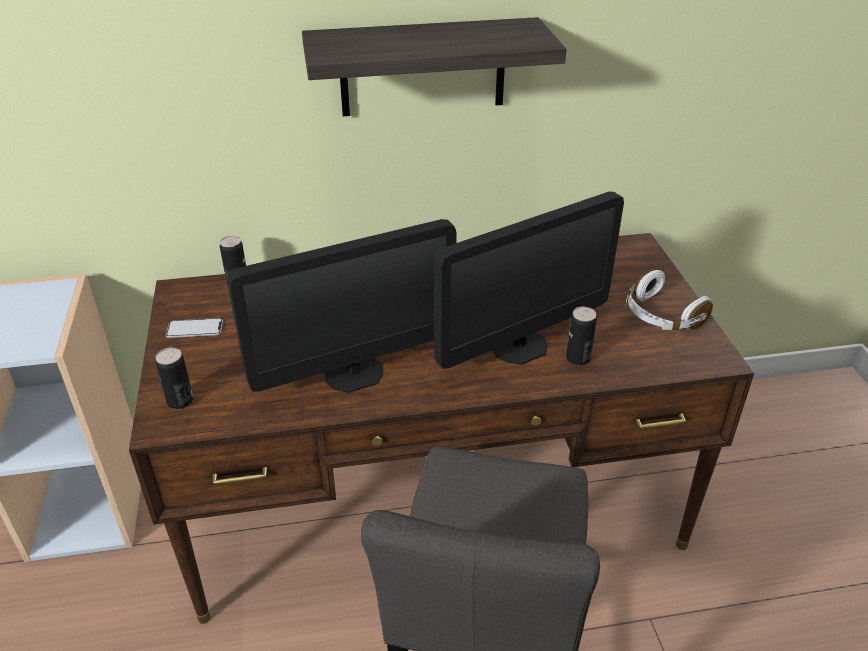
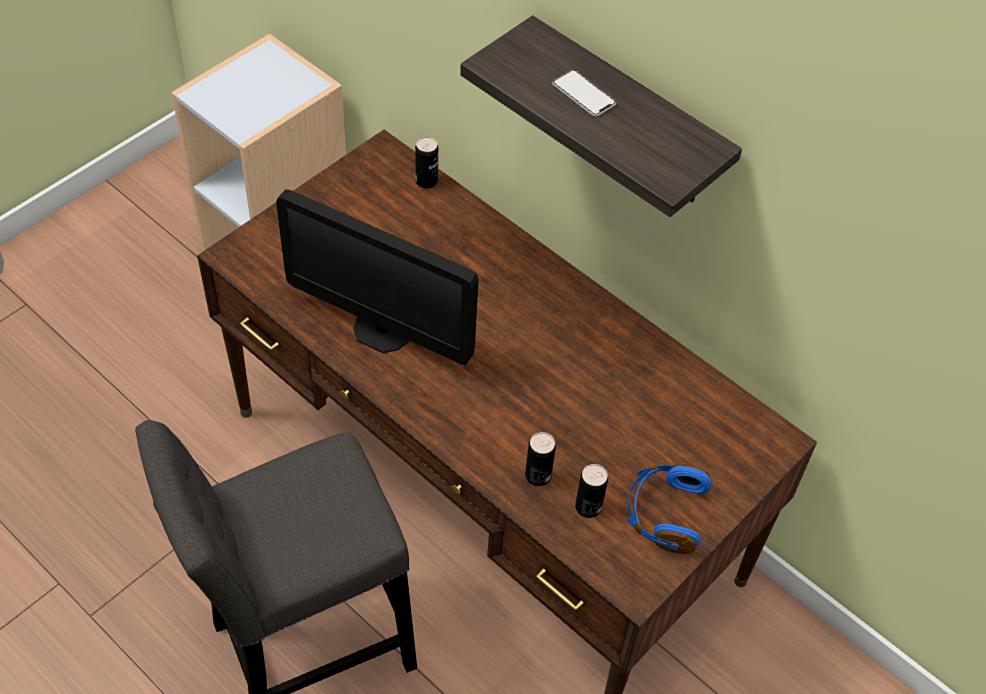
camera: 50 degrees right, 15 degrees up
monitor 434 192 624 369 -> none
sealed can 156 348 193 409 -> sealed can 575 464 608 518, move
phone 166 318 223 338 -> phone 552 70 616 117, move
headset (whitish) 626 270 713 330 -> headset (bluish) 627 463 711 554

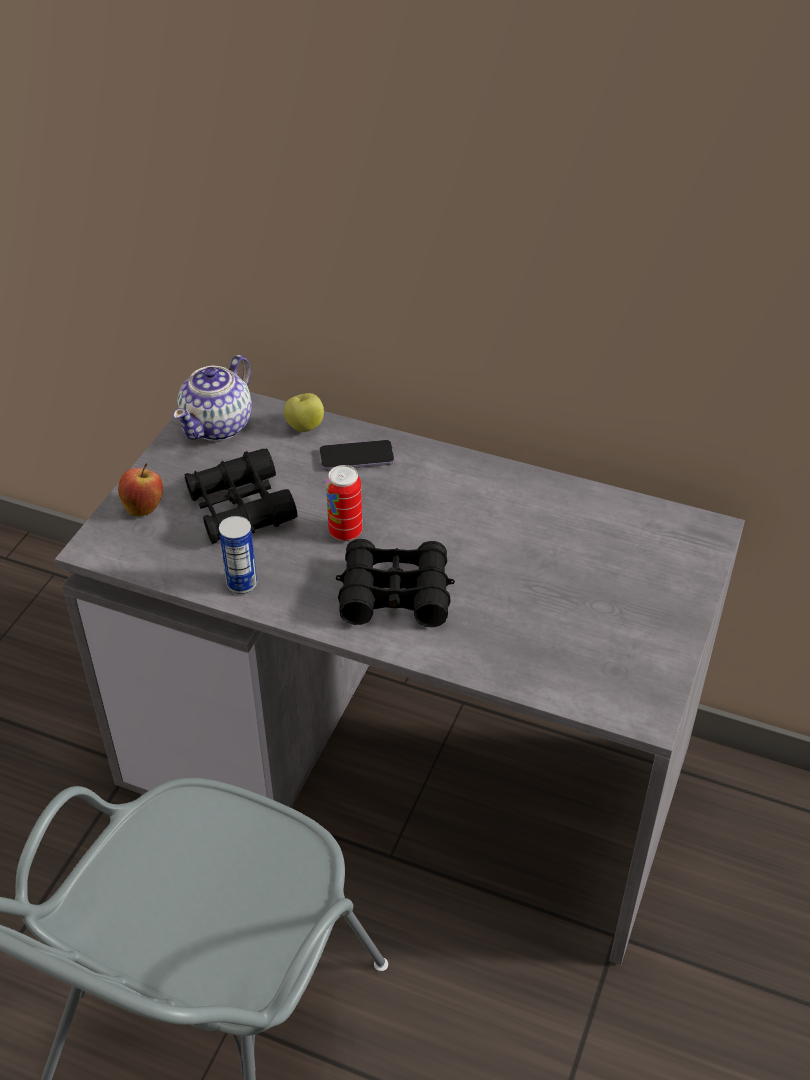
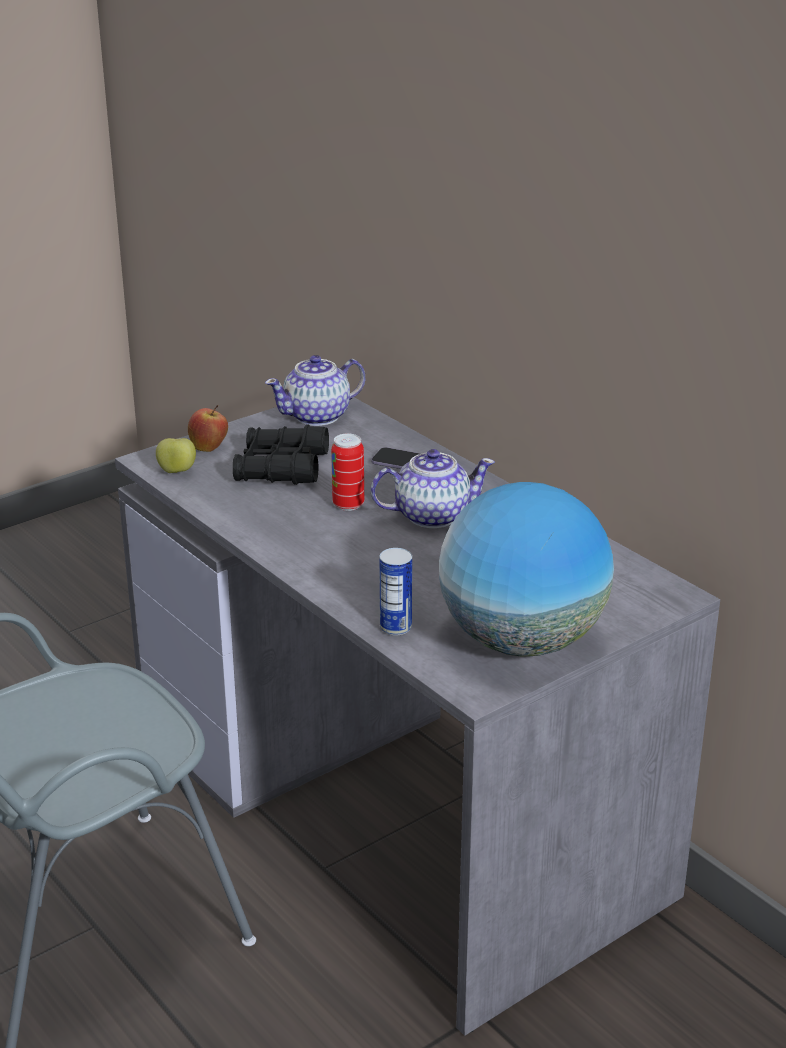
camera: 30 degrees right, 15 degrees down
pair of binoculars (black-coloured) 336 539 455 627 -> none
none -> tea pot 371 449 495 528
none -> world globe 439 482 614 657
sealed can 219 516 257 594 -> sealed can 379 548 412 636, move
apple fruit 284 393 324 432 -> apple fruit 156 438 196 473, move

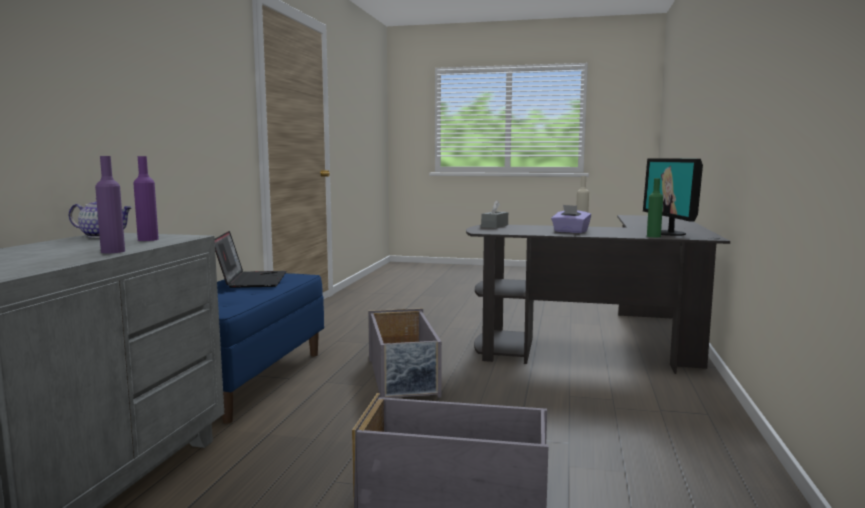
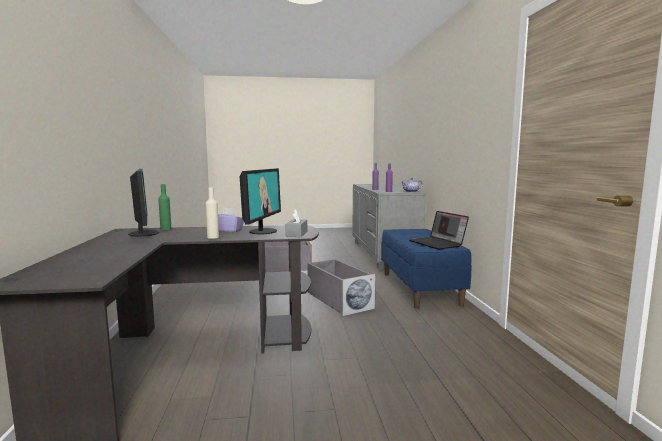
camera: 160 degrees right, 0 degrees up
none -> monitor 240 168 281 235

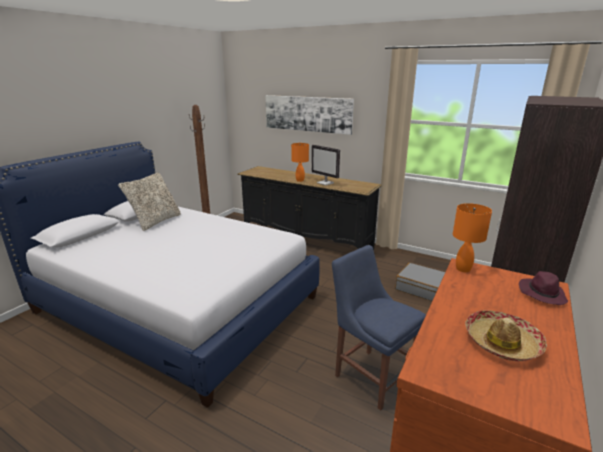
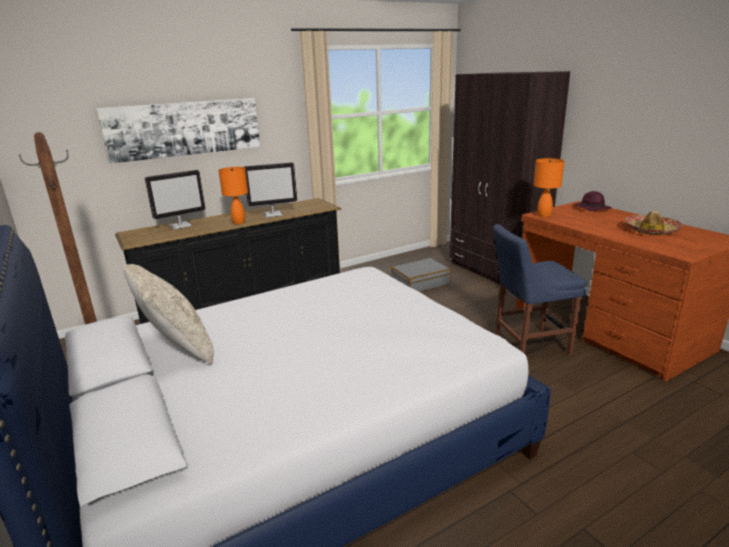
camera: 60 degrees left, 0 degrees up
none -> monitor 145 170 205 230

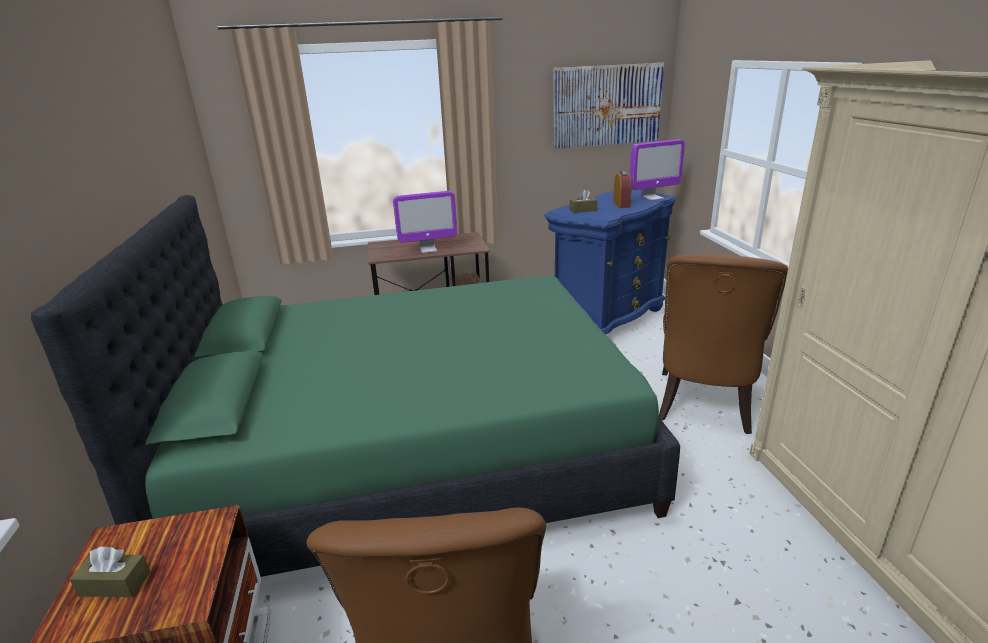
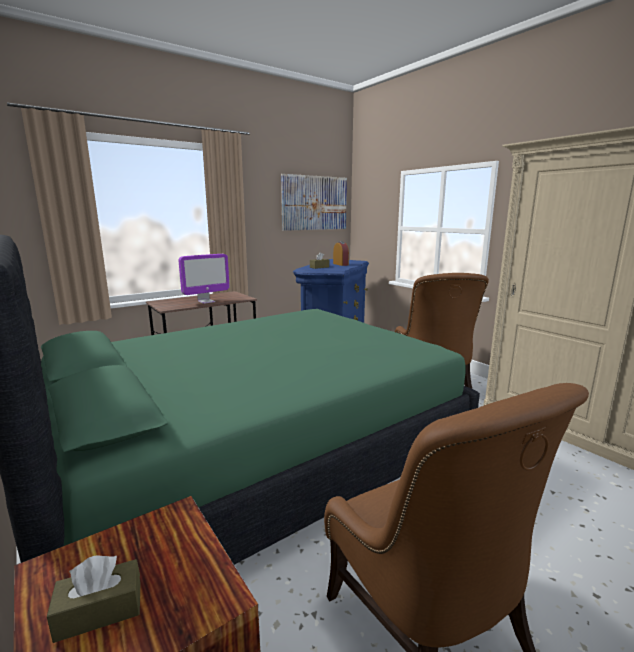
camera: 25 degrees left, 10 degrees down
monitor 630 139 685 201 -> none

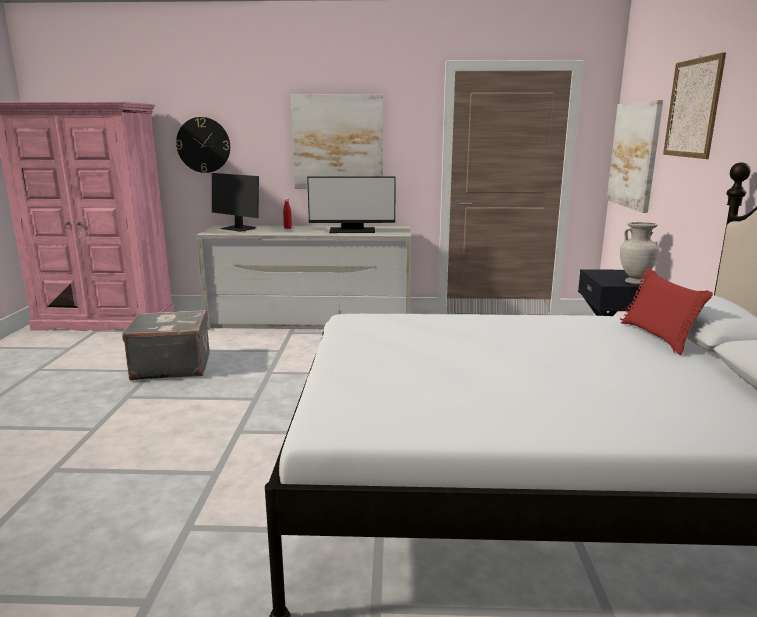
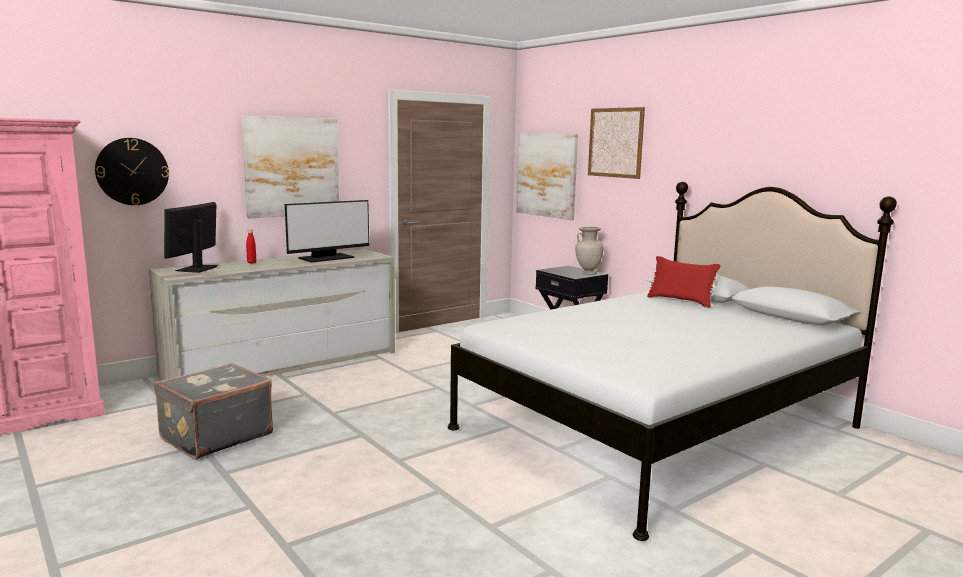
camera: 40 degrees left, 5 degrees down
monitor 212 173 259 232 -> monitor 164 202 218 273, 105 degrees clockwise

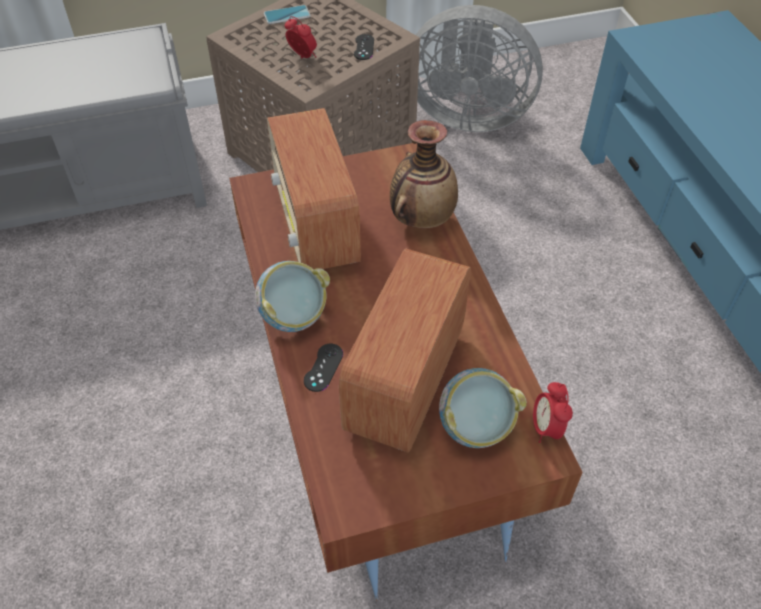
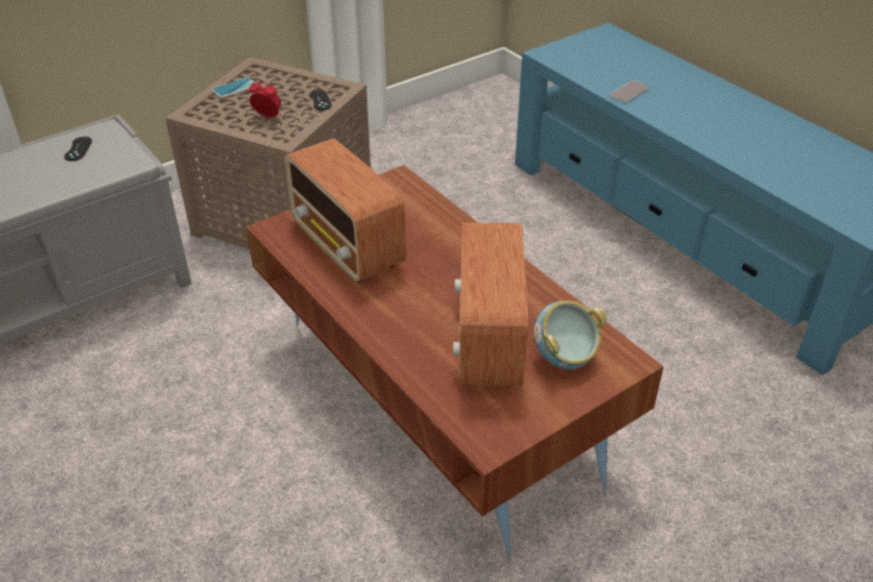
camera: 20 degrees left, 10 degrees down
deep dish 255 261 330 332 -> none
vase 390 120 458 228 -> none
fan (greyish) 416 5 543 132 -> none
bedside clock 533 382 573 443 -> none
none -> phone 610 80 649 103
joypad (black-coloured) 304 344 343 392 -> joypad (black-coloured) 64 137 92 161, move

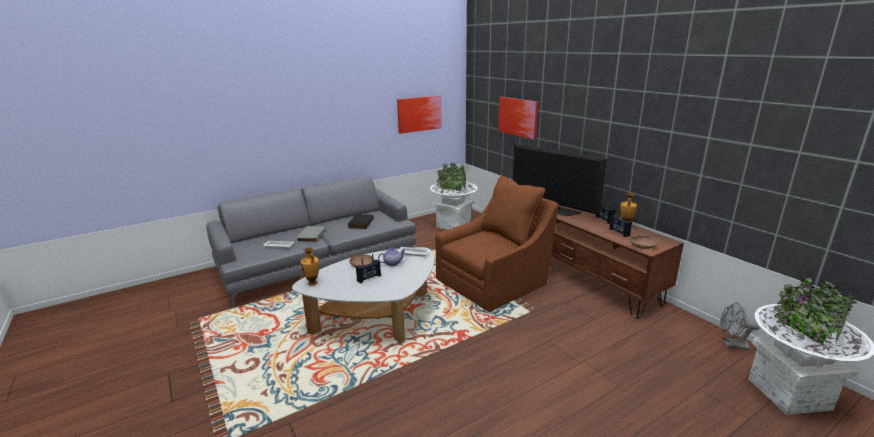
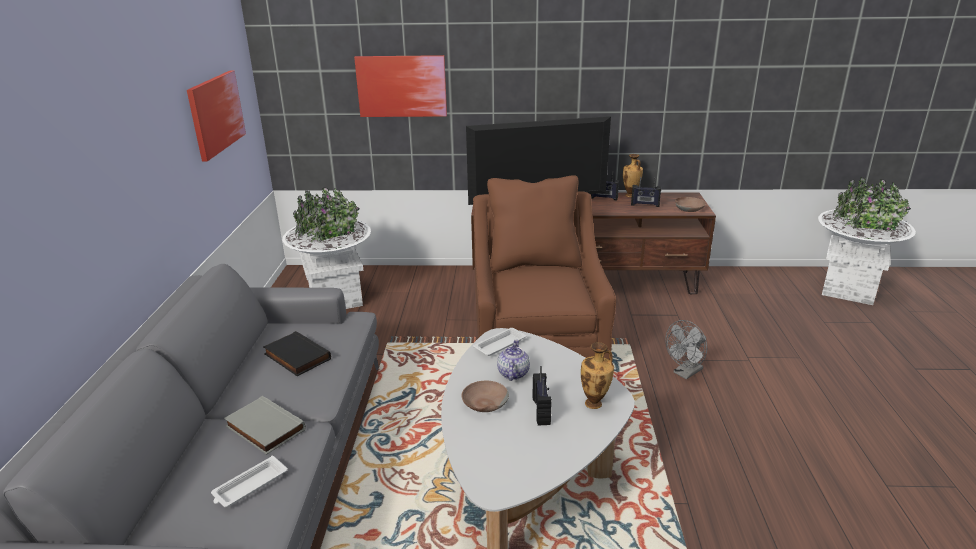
camera: 55 degrees left, 5 degrees up
vase 301 248 319 286 -> vase 581 342 614 409, move
fan (greyish) 720 303 760 350 -> fan (greyish) 665 320 707 379, move

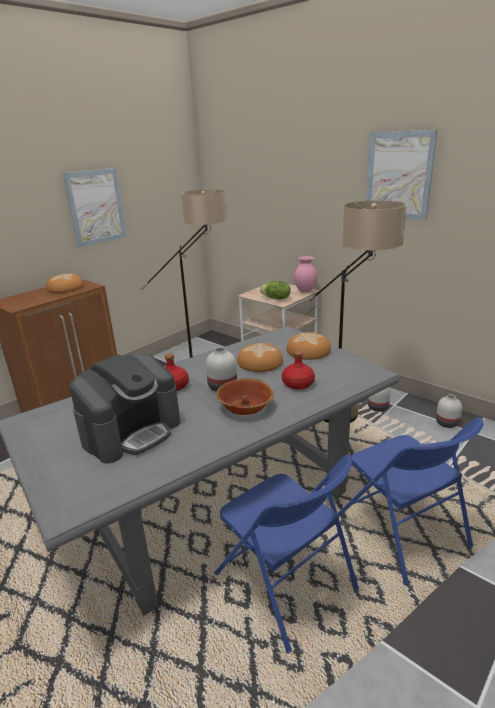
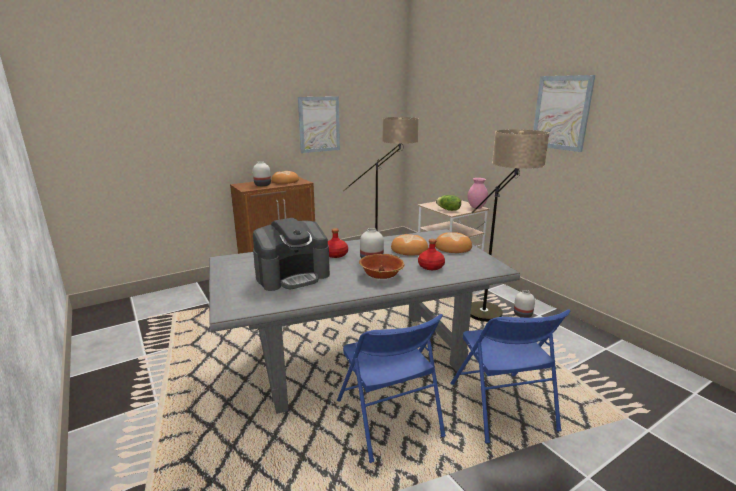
camera: 15 degrees right, 5 degrees down
vase (whitish) 436 395 462 428 -> vase (whitish) 253 161 271 186, move

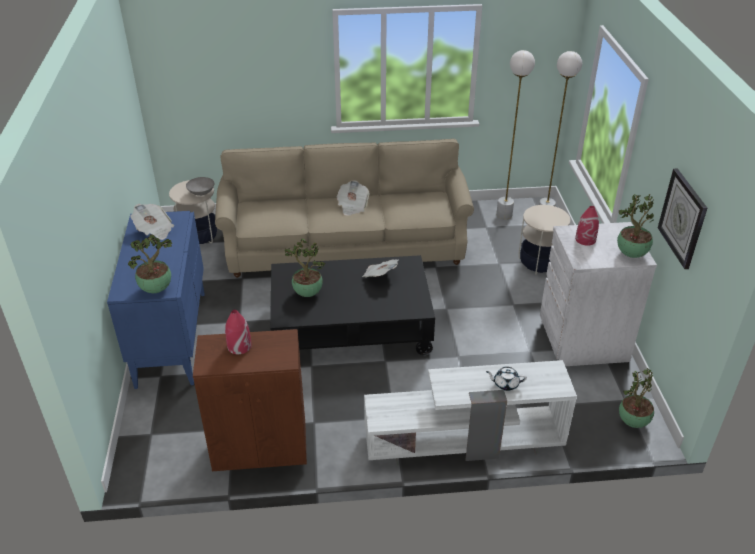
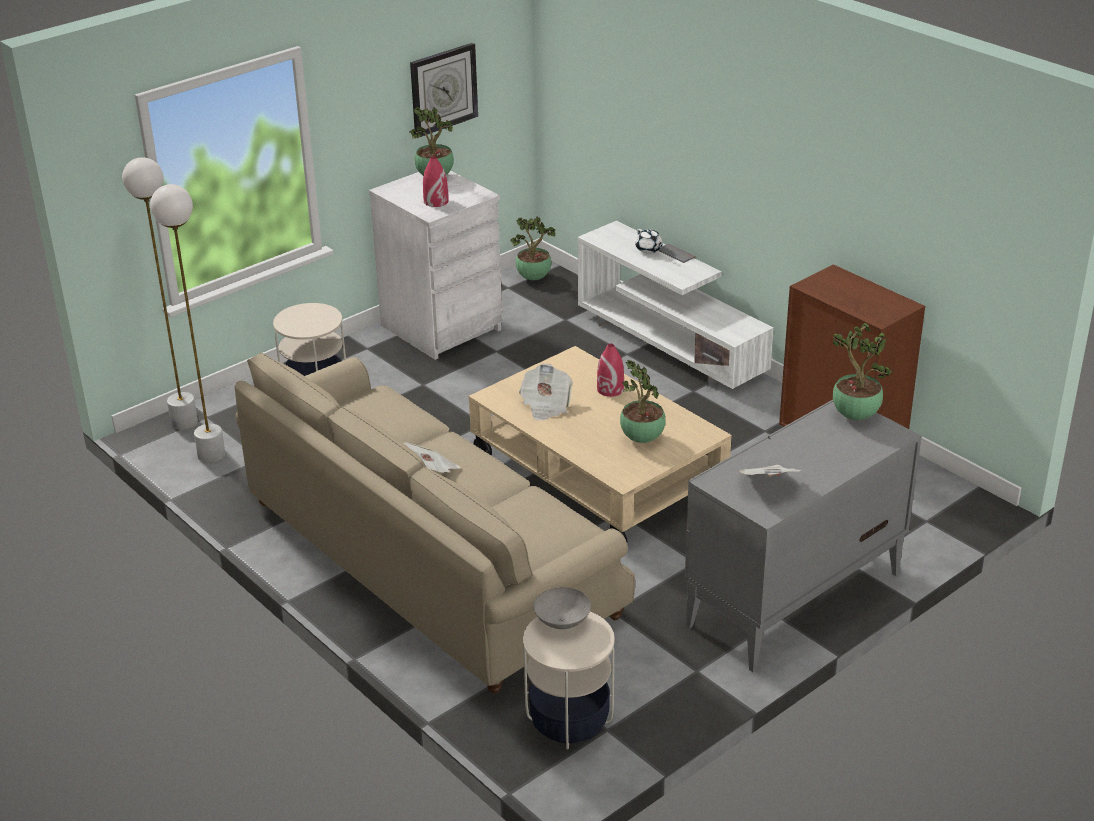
camera: 125 degrees left, 5 degrees down
vase (reddish) 225 310 252 354 -> vase (reddish) 597 344 624 397, move
cabinet (bluish) 107 211 205 389 -> cabinet (greyish) 685 400 922 672
coffee table (black-coloured) 270 255 435 355 -> coffee table (beige) 469 346 732 544

